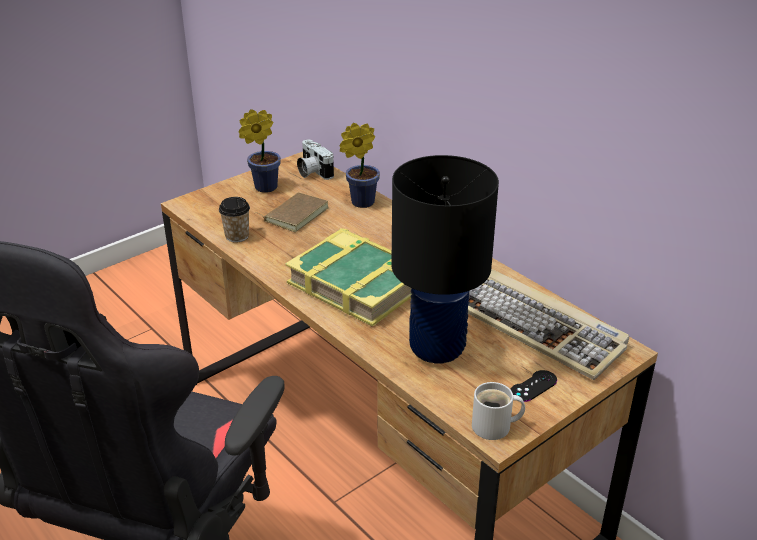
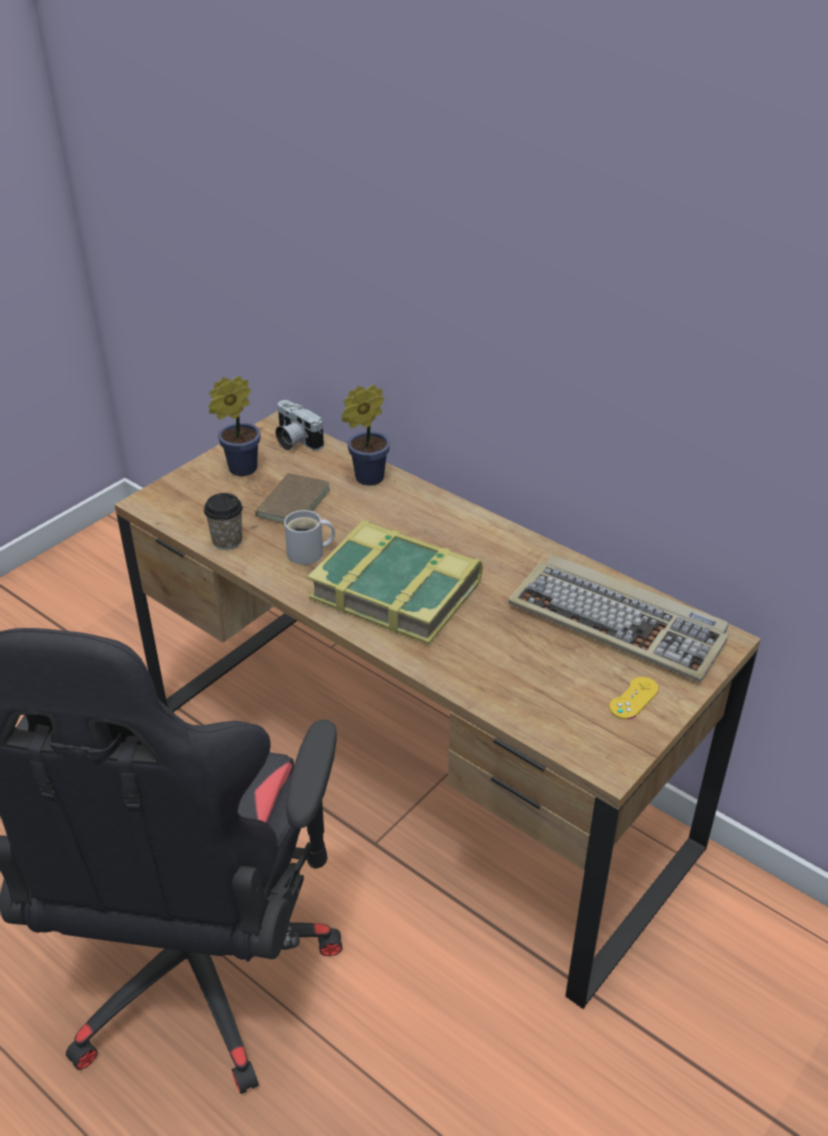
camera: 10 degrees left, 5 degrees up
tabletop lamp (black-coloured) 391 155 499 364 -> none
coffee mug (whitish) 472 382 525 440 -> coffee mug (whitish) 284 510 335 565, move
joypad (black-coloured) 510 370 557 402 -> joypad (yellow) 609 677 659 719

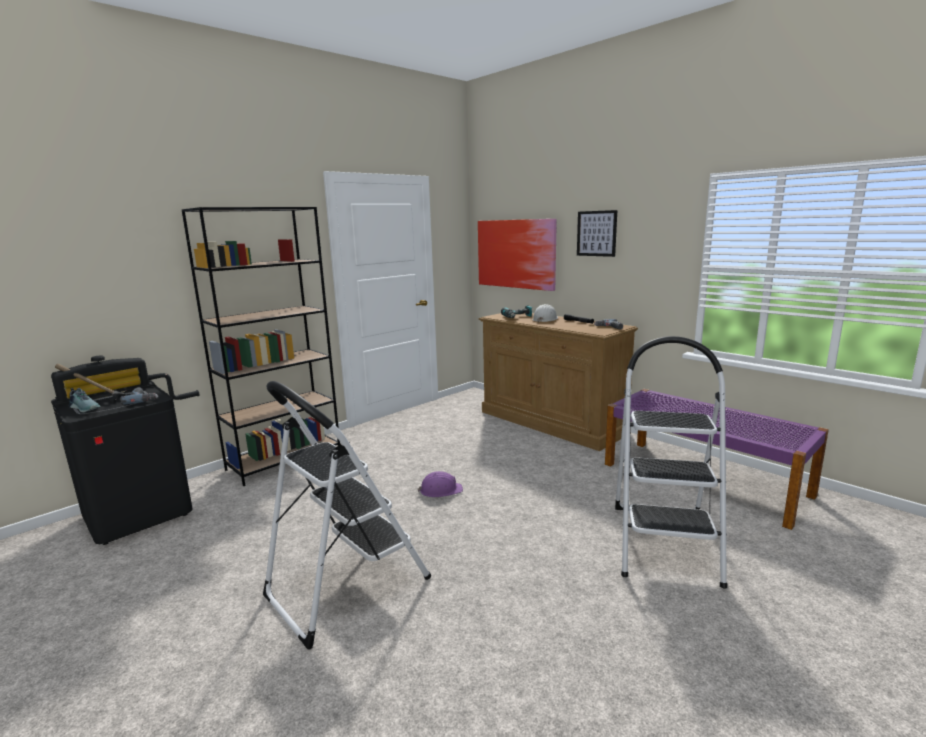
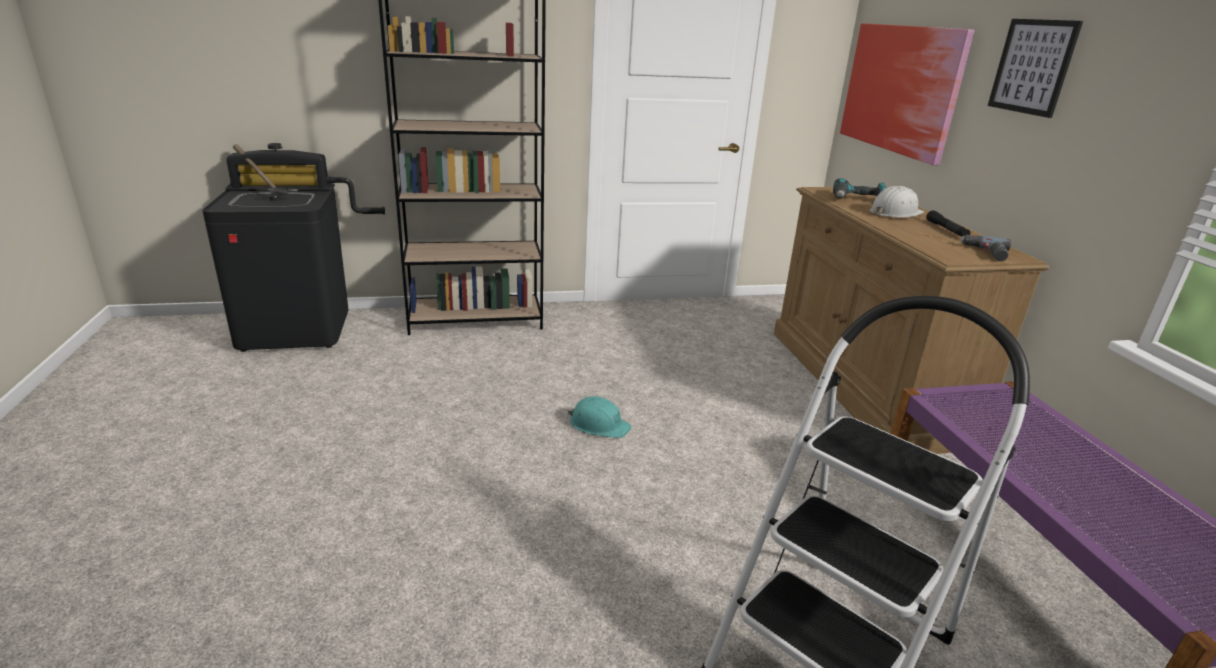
camera: 30 degrees right, 10 degrees up
item of footwear 69 388 101 413 -> none
electric drill 120 387 158 405 -> none
step stool 263 381 431 650 -> none
safety helmet (purplish) 417 471 463 497 -> safety helmet (turquoise-coloured) 568 396 631 438

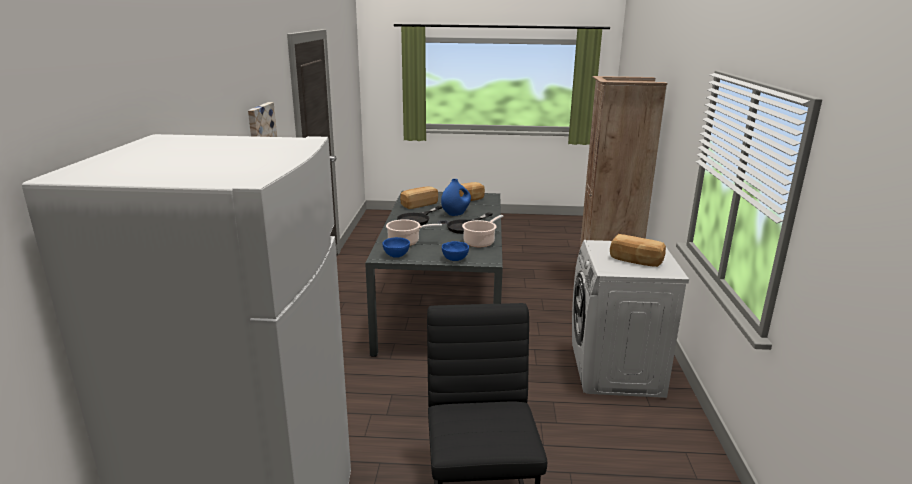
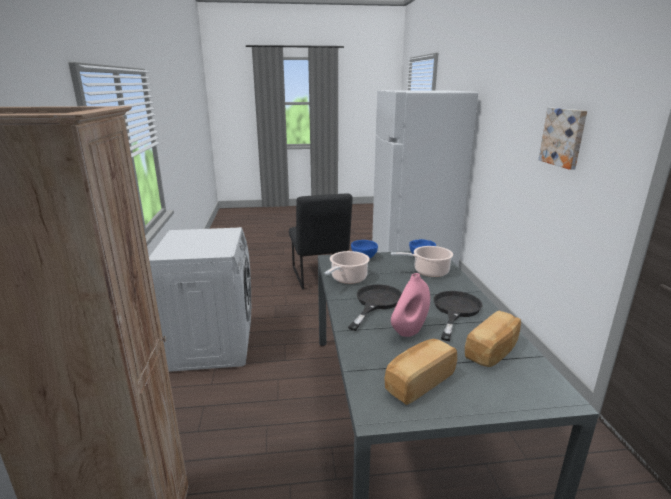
camera: 170 degrees right, 0 degrees up
baked bread 610 234 666 267 -> none
vase (bluish) 441 179 471 216 -> vase (pink) 391 273 430 337

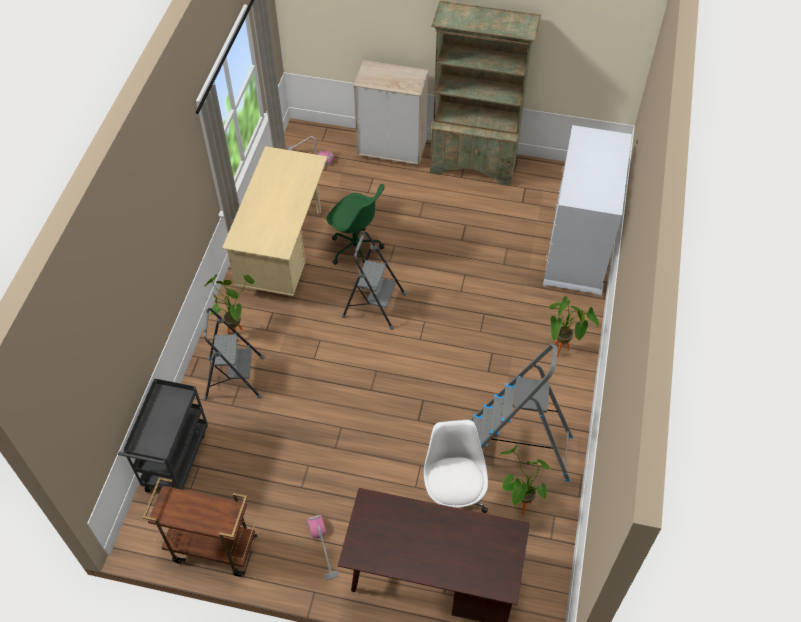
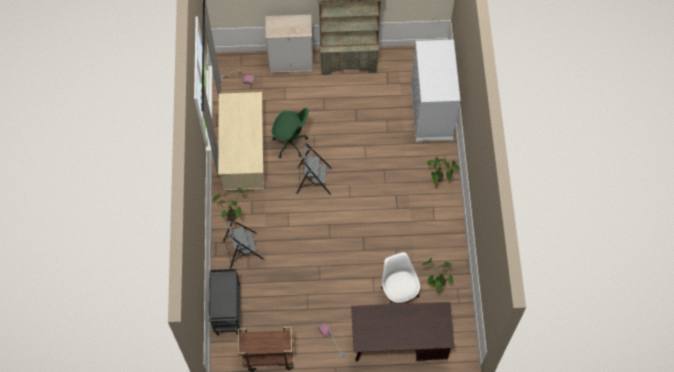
camera: 15 degrees left, 10 degrees up
step stool (greyish) 471 344 573 481 -> none

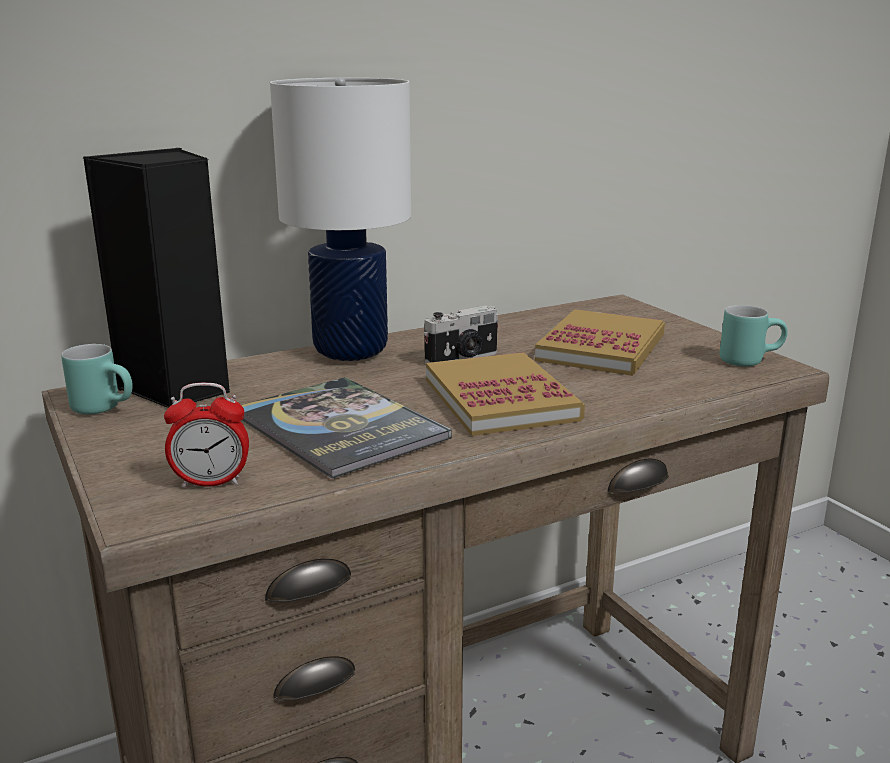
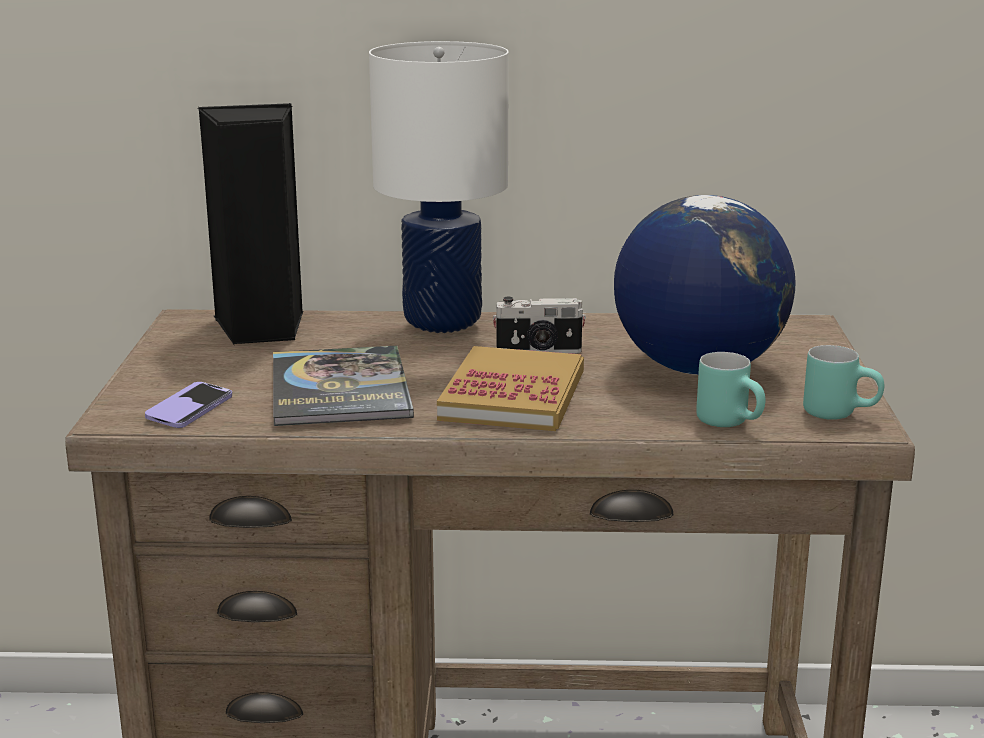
camera: 30 degrees right, 0 degrees up
coffee mug (turquoise-coloured) 61 344 133 414 -> coffee mug (turquoise-coloured) 696 352 765 427, move
bedside clock 164 383 249 488 -> phone 145 382 232 428
bound book 535 309 665 376 -> world globe 614 195 795 375

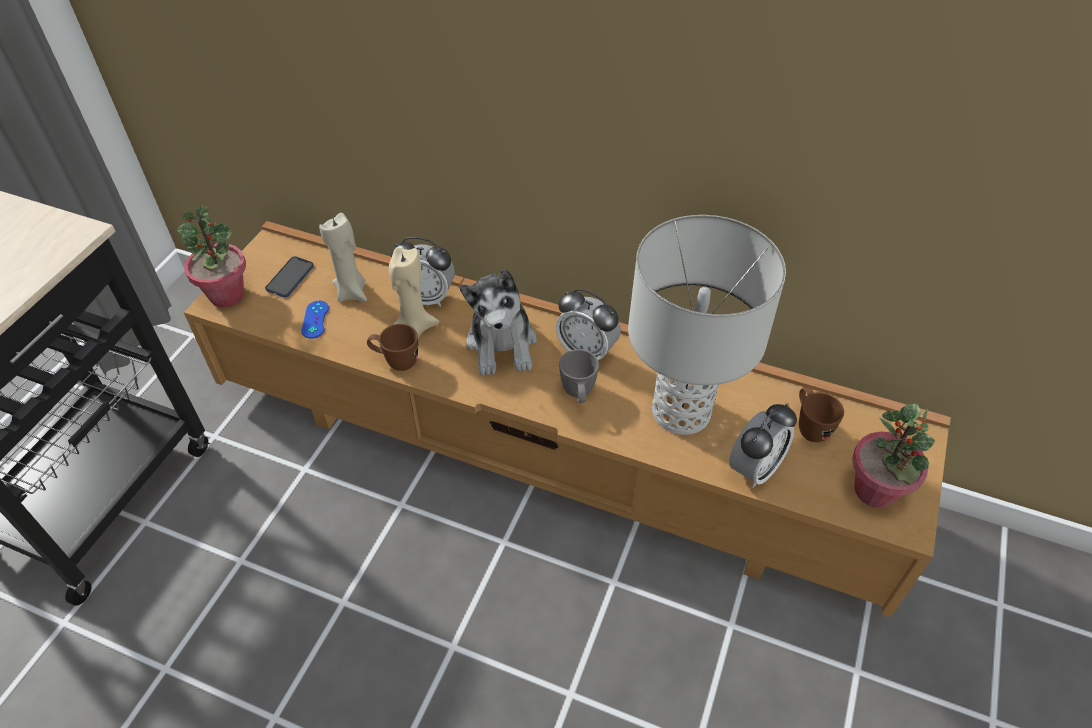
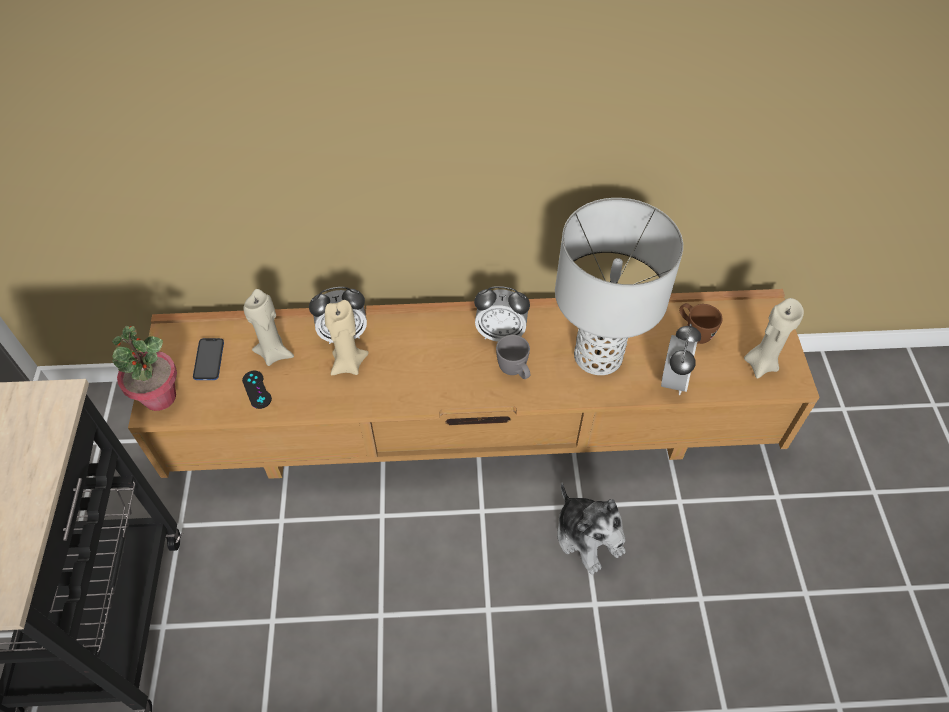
camera: 25 degrees left, 5 degrees up
coffee mug (brown-coloured) 367 324 418 371 -> none
soft toy 460 269 537 376 -> soft toy 557 483 626 574, move
plant in a pot 852 404 935 508 -> candle (beige) 744 298 804 379
joypad (bluish) 301 301 329 339 -> joypad (black-coloured) 242 371 272 409

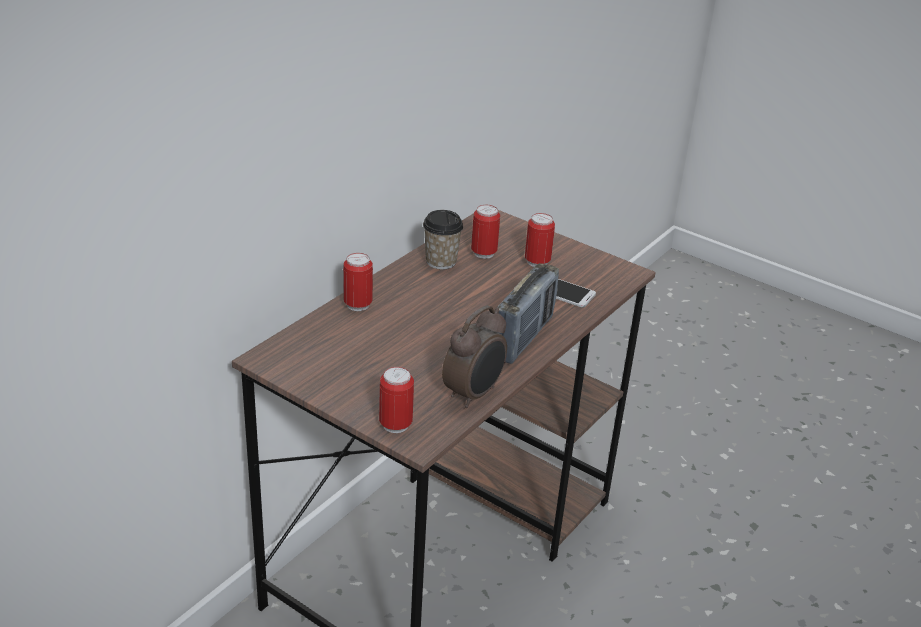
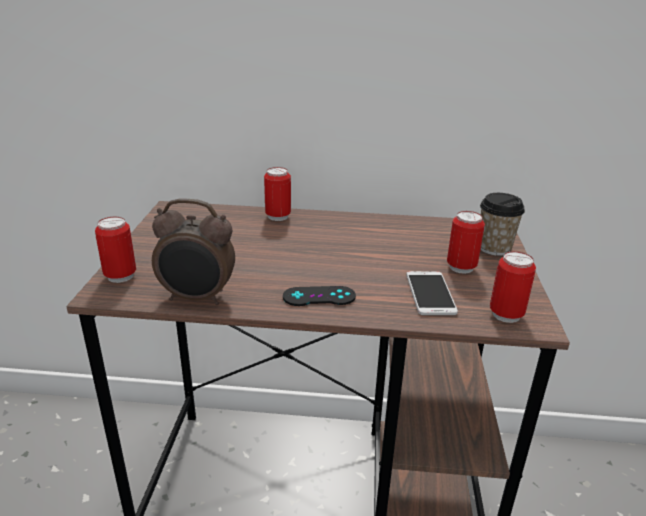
camera: 60 degrees right, 5 degrees down
drinking cup 423 210 463 269 -> drinking cup 480 193 525 256, move
sealed can 471 205 500 259 -> sealed can 490 251 536 323, move
radio set 497 263 559 364 -> joypad (black-coloured) 283 286 356 306

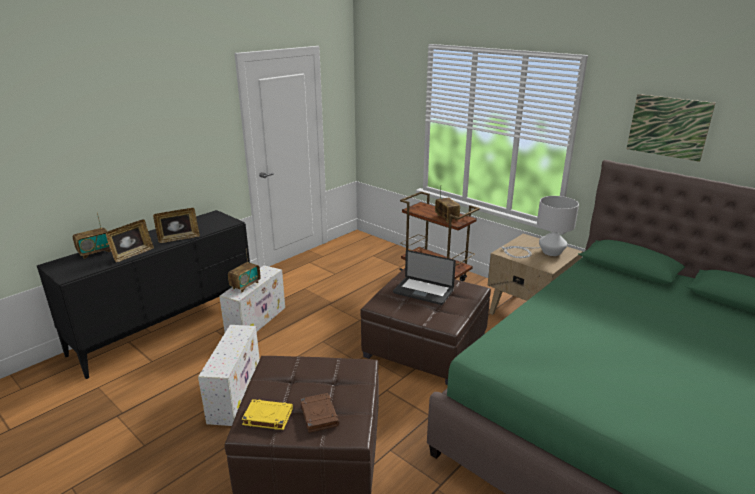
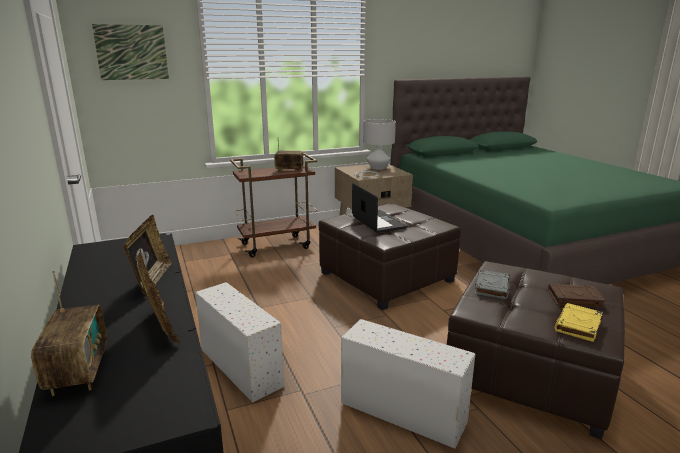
camera: 65 degrees left, 5 degrees down
radio set 228 249 261 292 -> none
none -> bound book (greyish) 475 270 510 299
picture 627 94 715 162 -> picture 92 24 169 80, move
laptop 393 250 456 305 -> laptop 352 183 406 233, 75 degrees counterclockwise

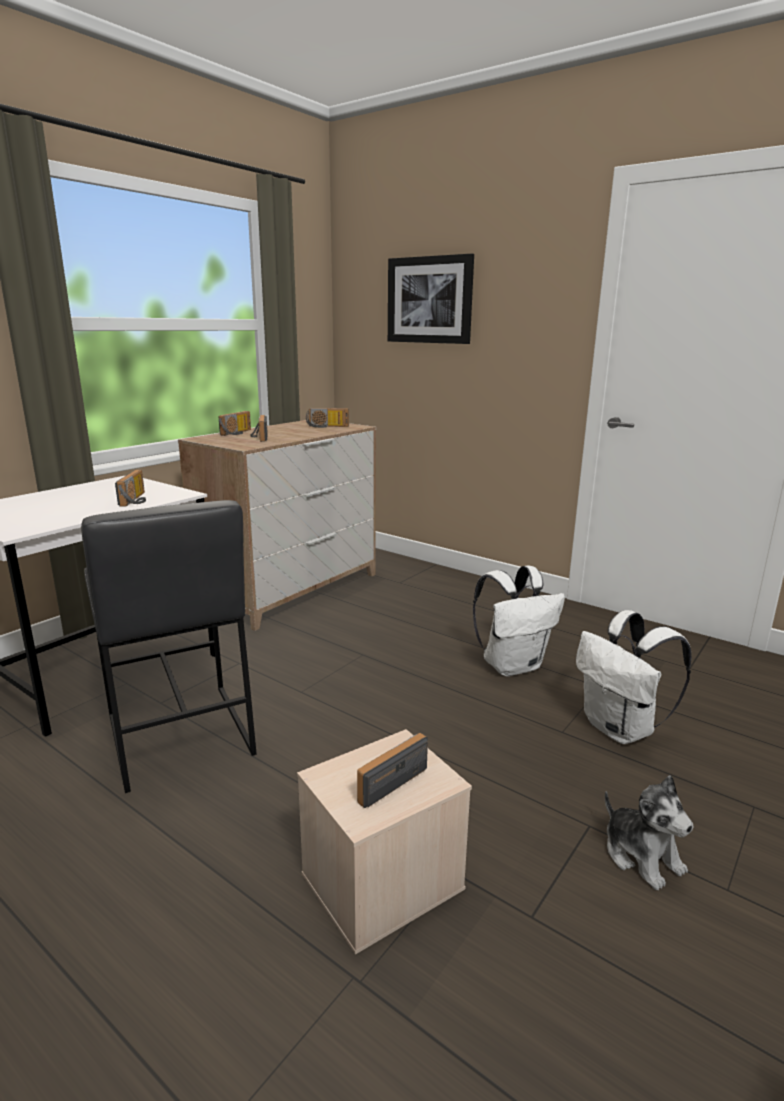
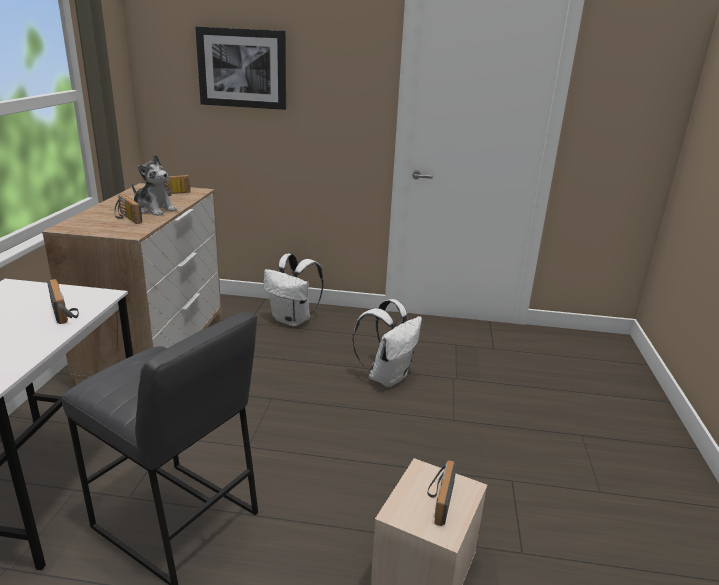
camera: 30 degrees left, 5 degrees up
radio set 219 411 251 436 -> none
backpack (whitish) 576 610 691 744 -> backpack (whitish) 263 254 324 327, move
soft toy 605 775 694 890 -> soft toy 132 154 177 216, move

